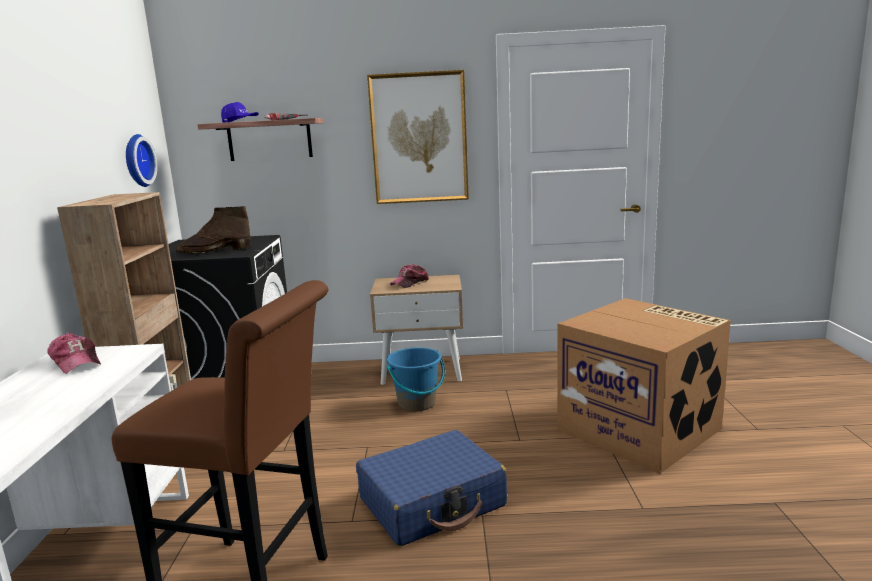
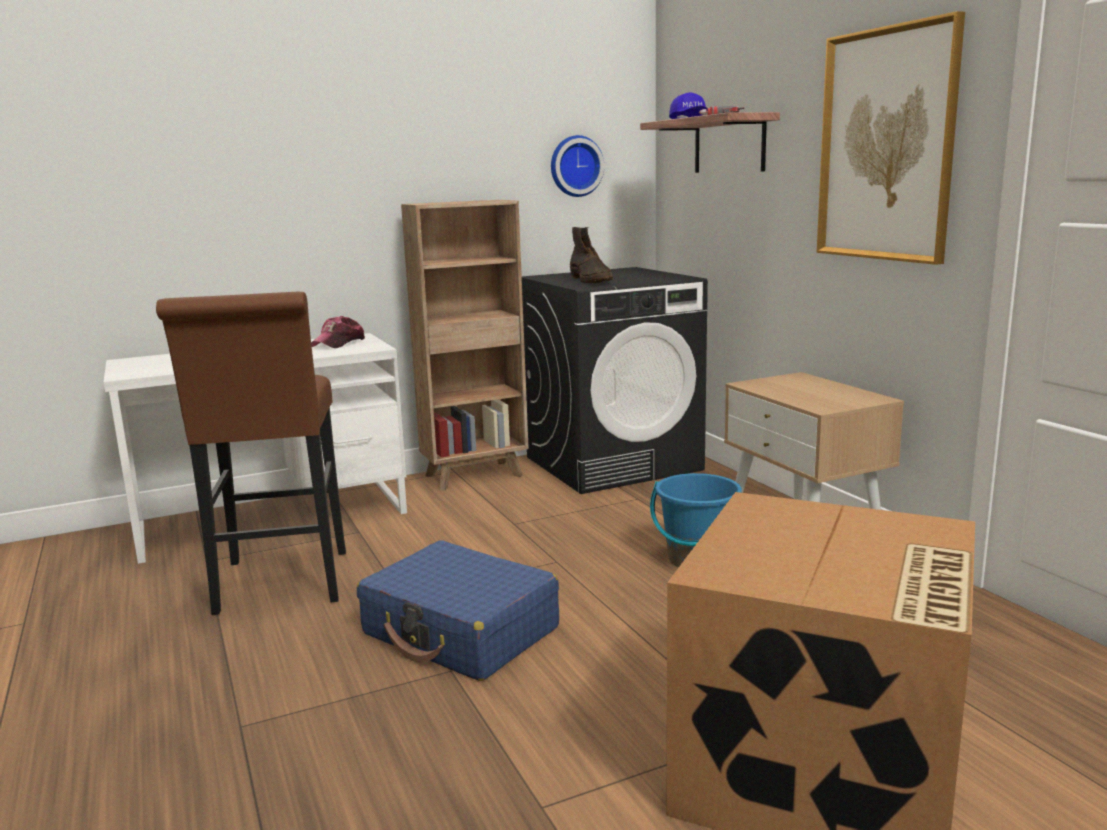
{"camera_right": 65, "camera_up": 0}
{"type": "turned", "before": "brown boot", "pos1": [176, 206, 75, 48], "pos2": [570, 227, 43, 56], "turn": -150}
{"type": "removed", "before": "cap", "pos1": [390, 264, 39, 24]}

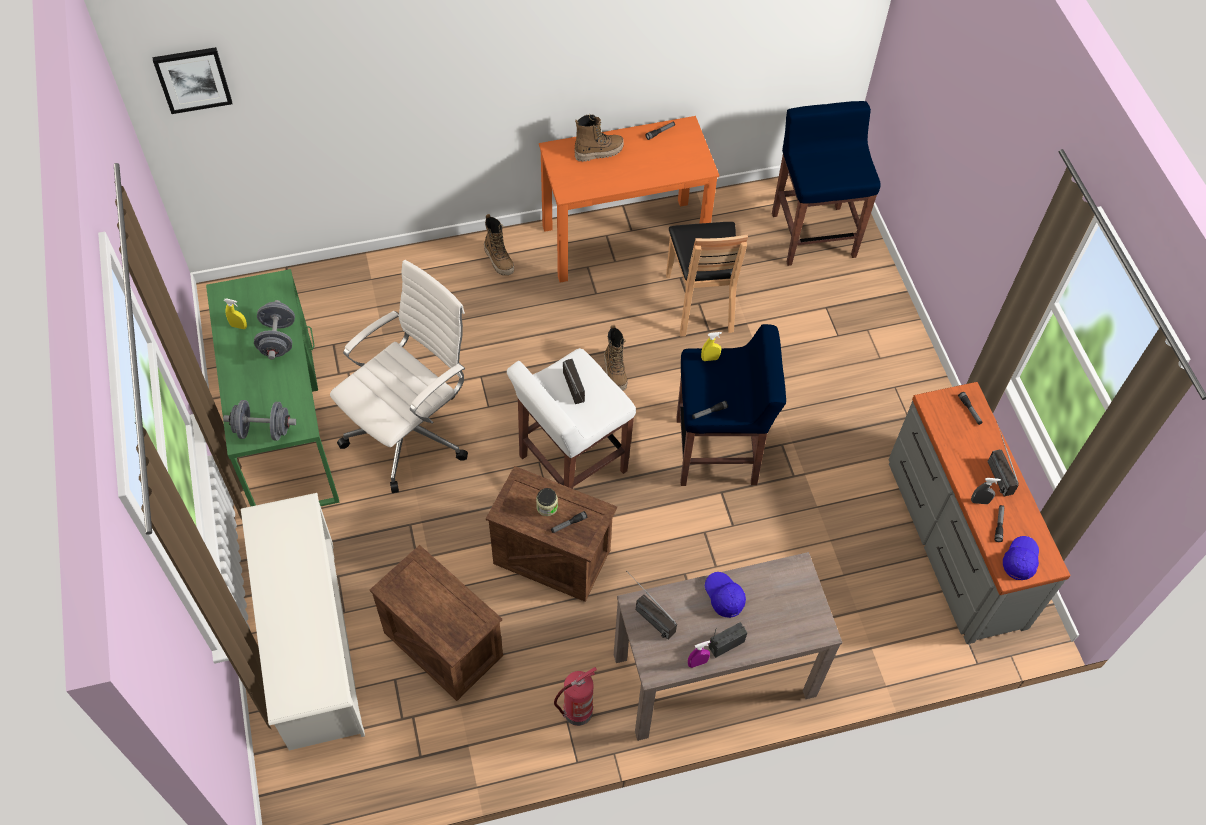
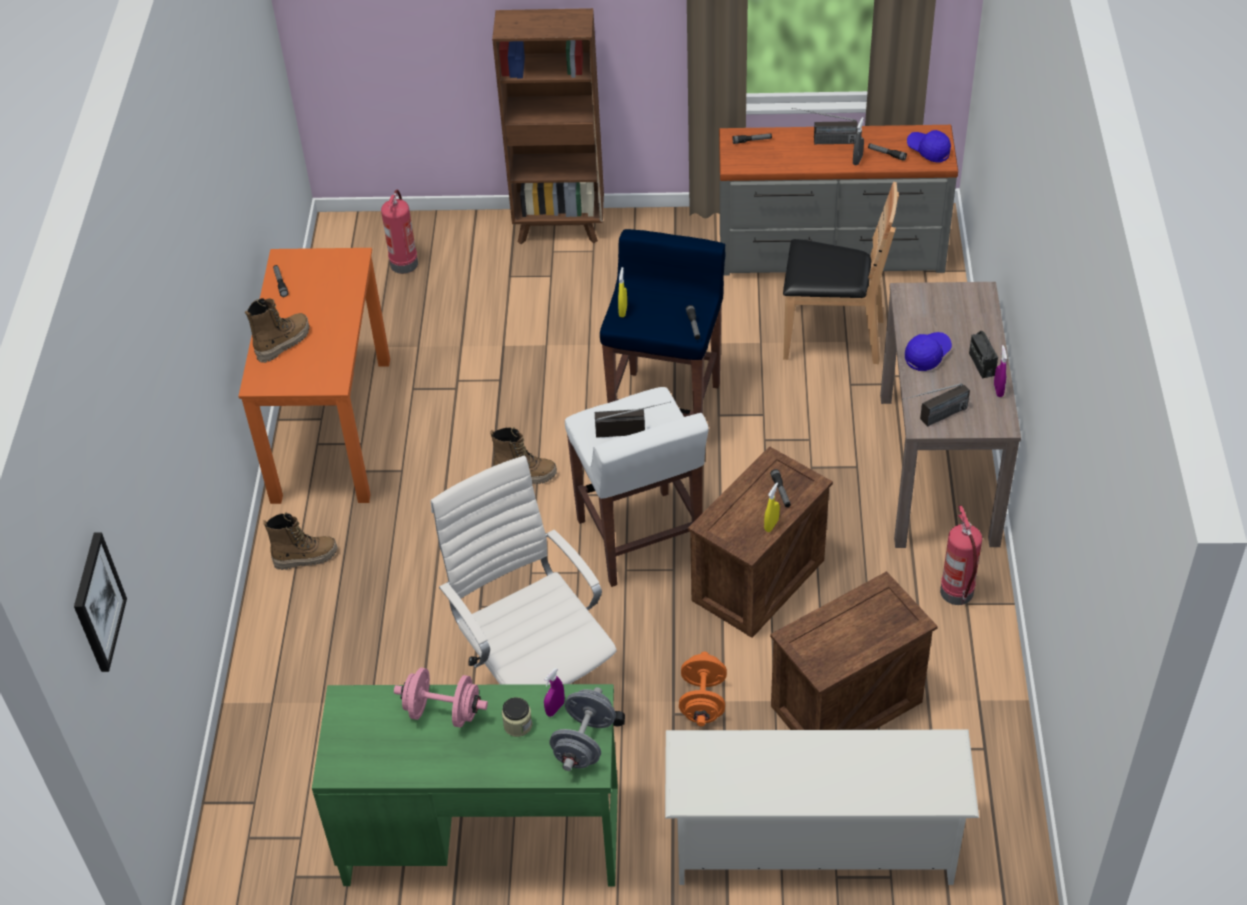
{"camera_right": -70, "camera_up": -10}
{"type": "turned", "before": "boot", "pos1": [575, 114, 49, 48], "pos2": [245, 298, 64, 65], "turn": 45}
{"type": "replaced", "before": "blue stool", "after": "fire extinguisher", "pos1": [772, 101, 109, 165], "pos2": [381, 190, 37, 84]}
{"type": "recoloured", "before": "grey dumbbell", "after": "pink dumbbell", "pos1": [254, 300, 41, 60], "pos2": [394, 668, 94, 60]}
{"type": "added", "after": "brown bookcase", "pos2": [492, 8, 112, 236]}
{"type": "moved", "before": "jar", "pos1": [536, 488, 22, 28], "pos2": [502, 697, 30, 40]}
{"type": "added", "after": "purple spray bottle", "pos2": [544, 668, 21, 49]}
{"type": "added", "after": "orange dumbbell", "pos2": [679, 652, 48, 74]}
{"type": "moved", "before": "yellow spray bottle", "pos1": [224, 298, 23, 31], "pos2": [764, 483, 16, 49]}
{"type": "moved", "before": "brown chair", "pos1": [666, 222, 82, 115], "pos2": [783, 181, 116, 183]}
{"type": "turned", "before": "blue cap", "pos1": [705, 572, 41, 46], "pos2": [905, 332, 47, 39], "turn": 150}

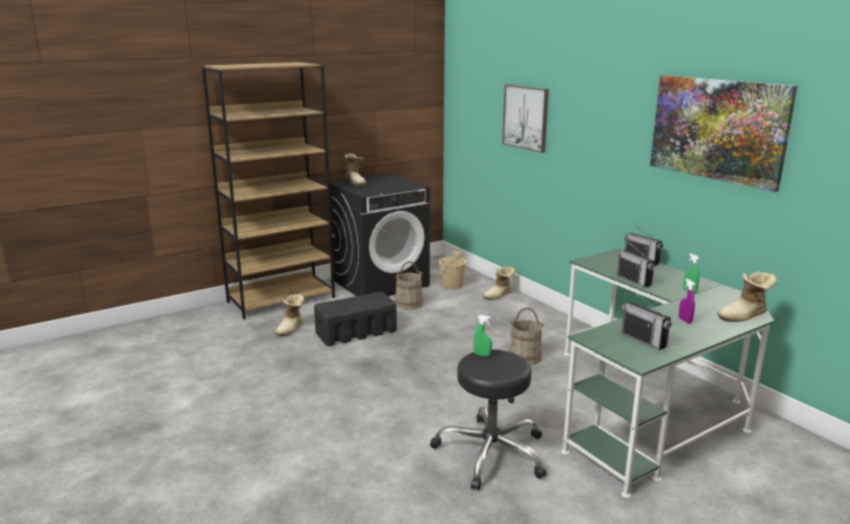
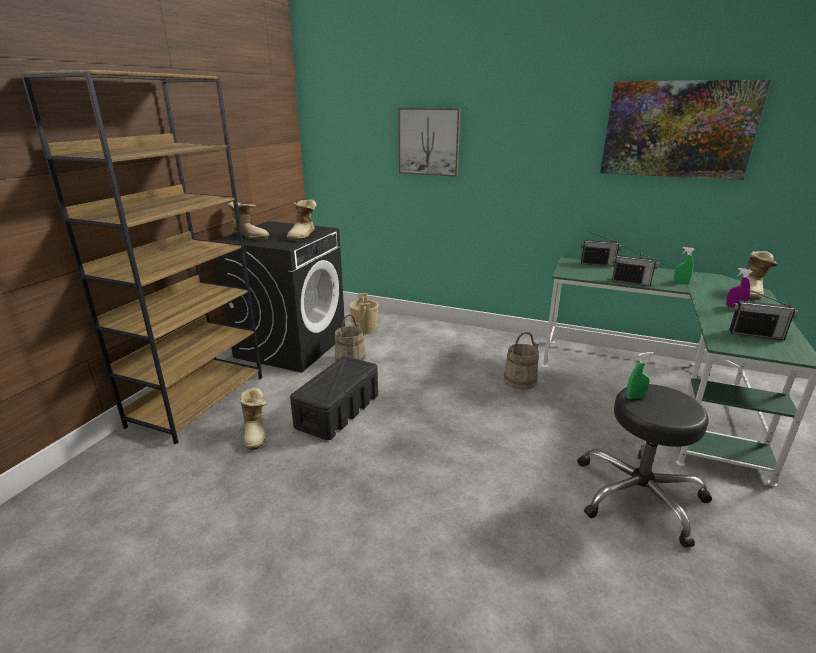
{"camera_right": -35, "camera_up": 5}
{"type": "moved", "before": "boot", "pos1": [482, 266, 33, 34], "pos2": [287, 199, 29, 42]}

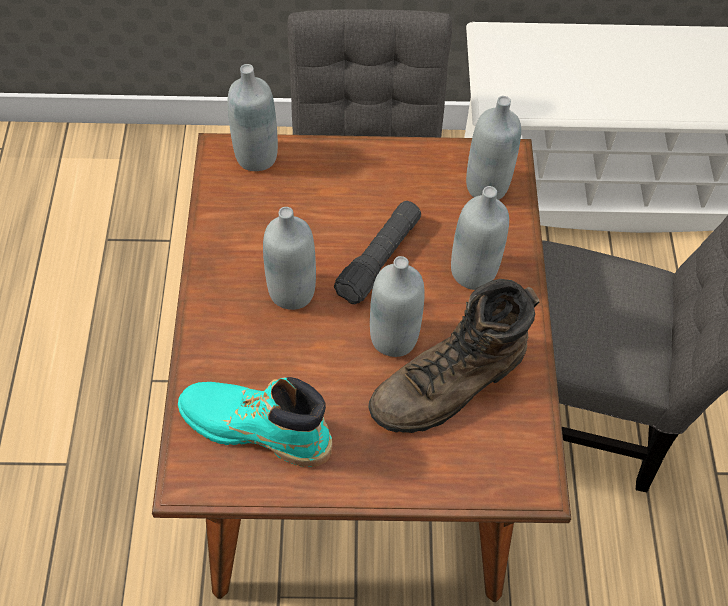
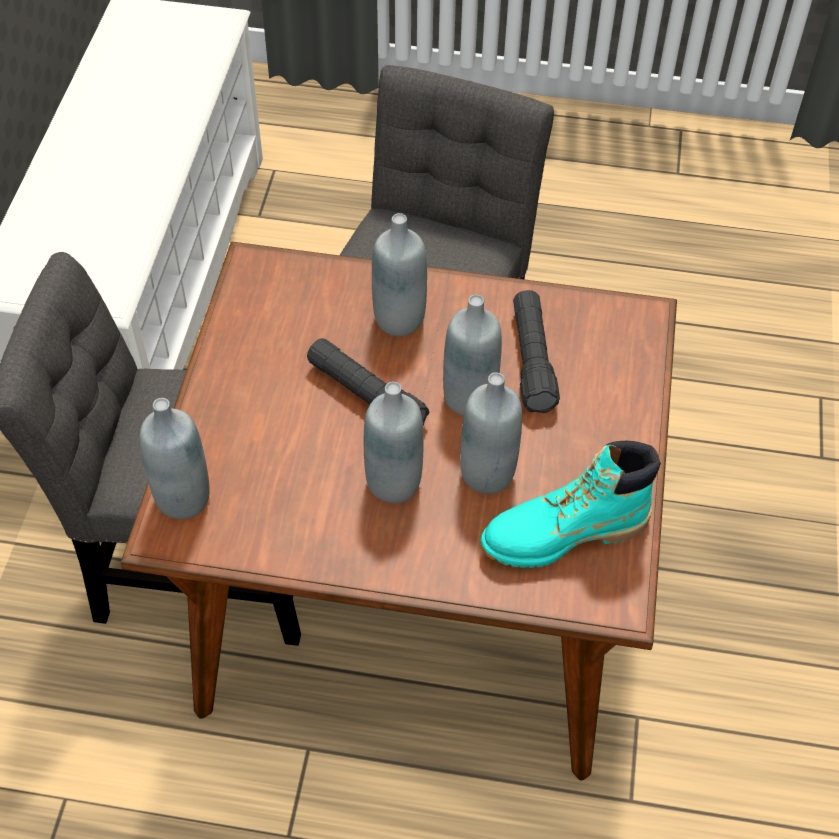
{"camera_right": -80, "camera_up": -5}
{"type": "moved", "before": "grey bottle", "pos1": [466, 96, 55, 104], "pos2": [460, 372, 62, 122]}
{"type": "turned", "before": "turquoise boot", "pos1": [178, 377, 154, 90], "pos2": [480, 441, 181, 127], "turn": 45}
{"type": "replaced", "before": "brown boot", "after": "black flashlight", "pos1": [368, 279, 172, 154], "pos2": [513, 290, 47, 123]}

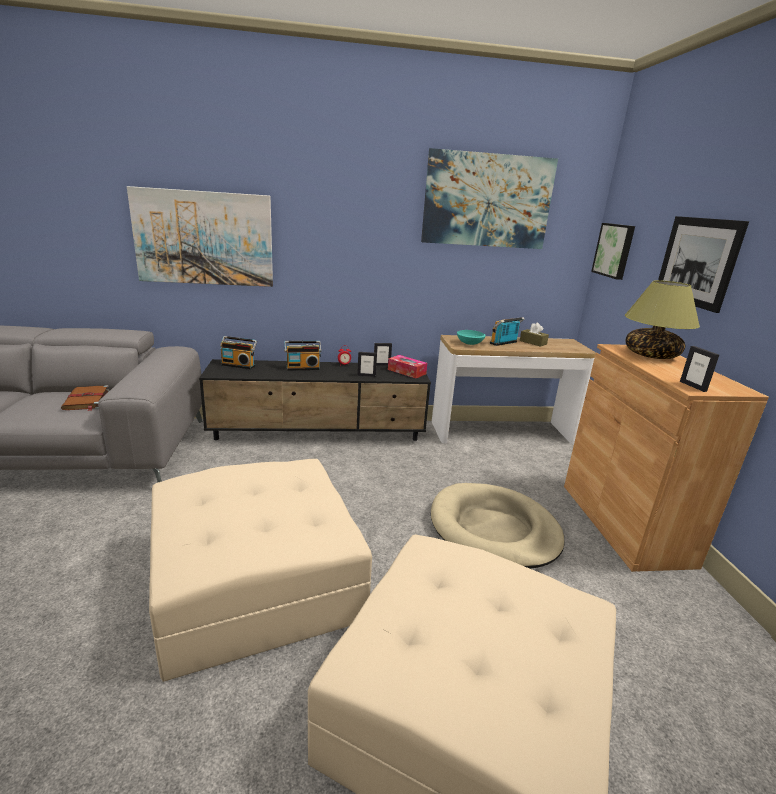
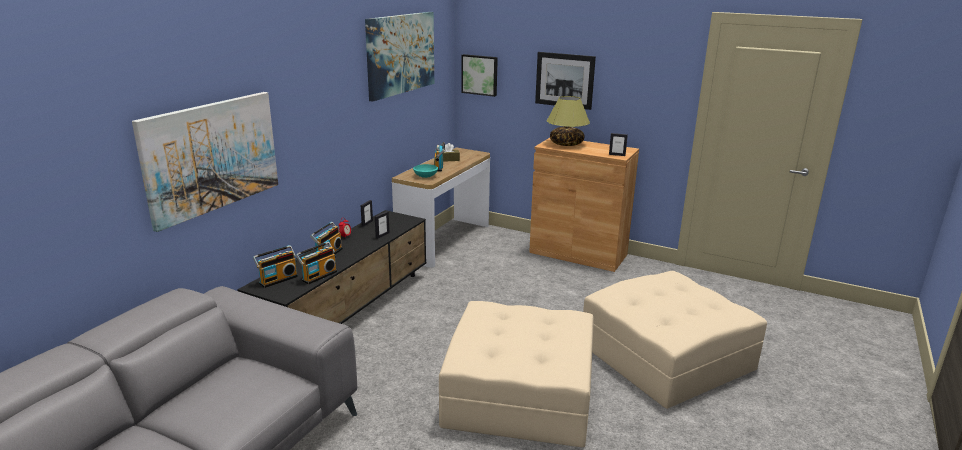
{"camera_right": -55, "camera_up": 0}
{"type": "added", "after": "radio", "pos2": [296, 242, 41, 43]}
{"type": "removed", "before": "brown book", "pos1": [61, 385, 48, 26]}
{"type": "removed", "before": "tissue box", "pos1": [388, 355, 39, 23]}
{"type": "removed", "before": "beige dog bed", "pos1": [431, 483, 134, 85]}

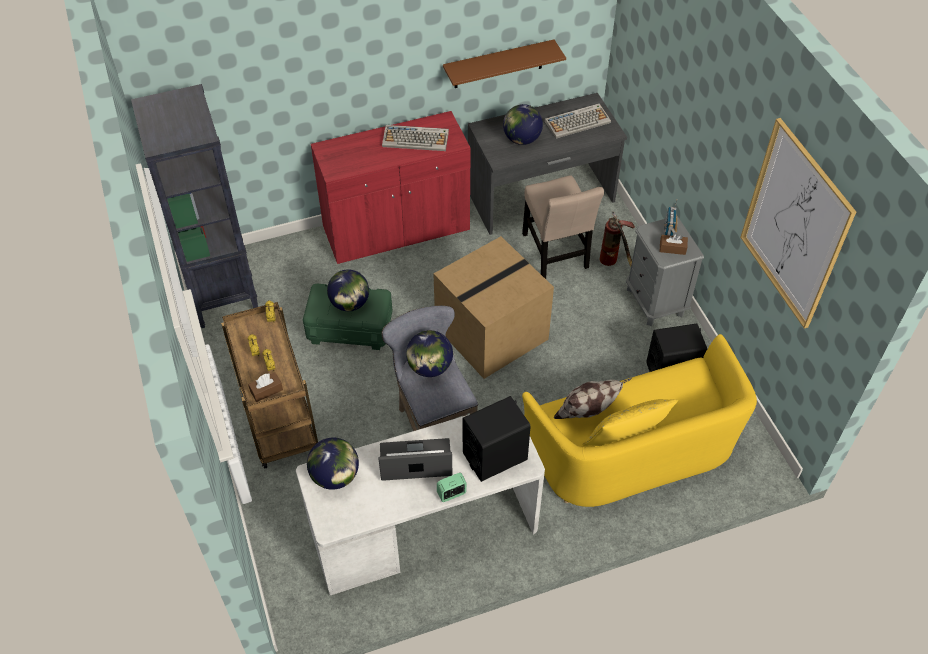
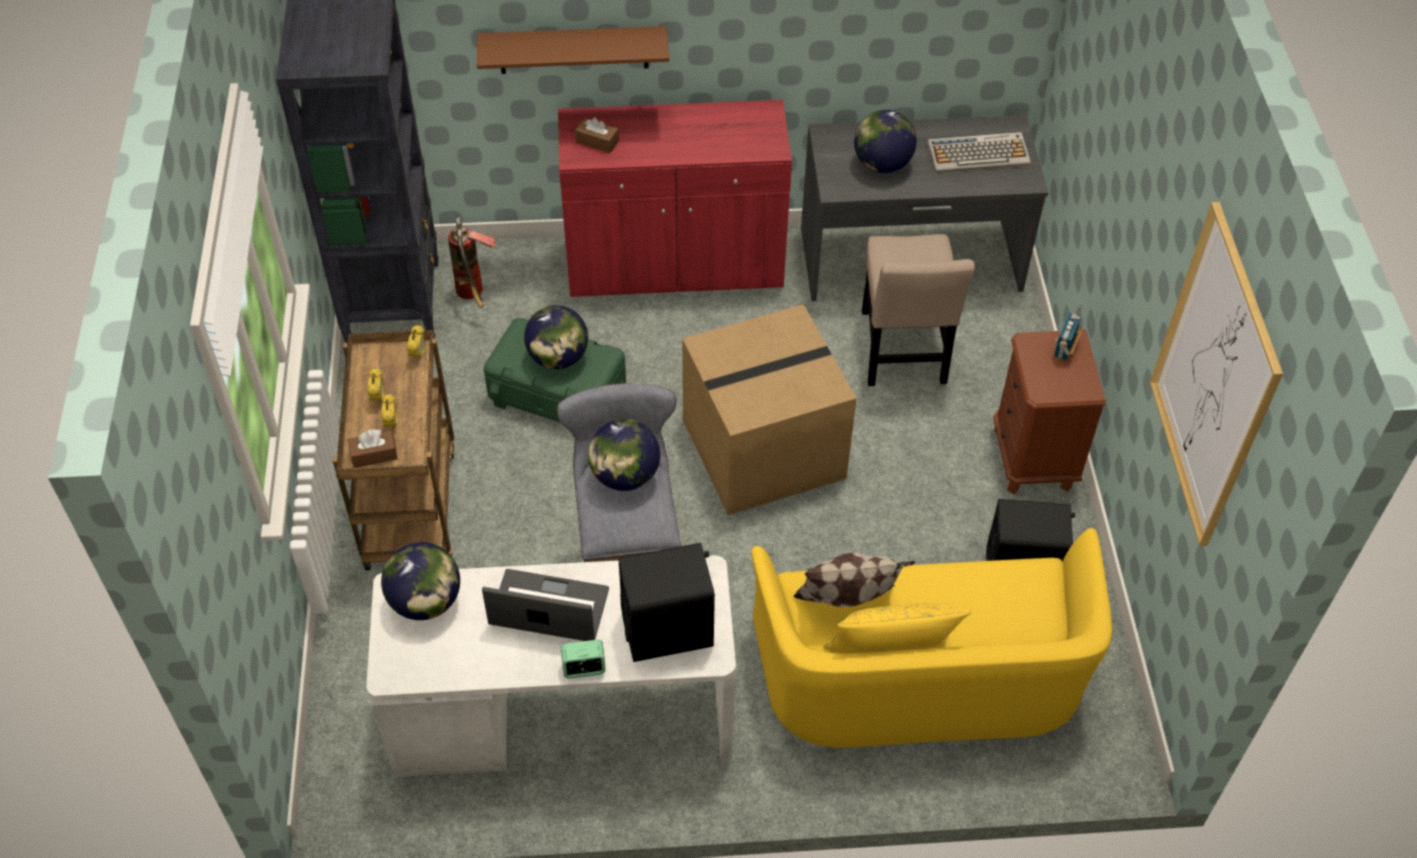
{"camera_right": 15, "camera_up": 0}
{"type": "moved", "before": "fire extinguisher", "pos1": [600, 212, 35, 55], "pos2": [448, 215, 48, 94]}
{"type": "moved", "before": "brown shelf", "pos1": [443, 40, 123, 48], "pos2": [477, 26, 192, 48]}
{"type": "moved", "before": "brown tissue box", "pos1": [660, 234, 28, 21], "pos2": [575, 118, 44, 35]}
{"type": "recoloured", "before": "grey nightstand", "after": "brown nightstand", "pos1": [626, 216, 78, 110], "pos2": [993, 330, 113, 164]}
{"type": "removed", "before": "keyboard", "pos1": [382, 125, 67, 26]}

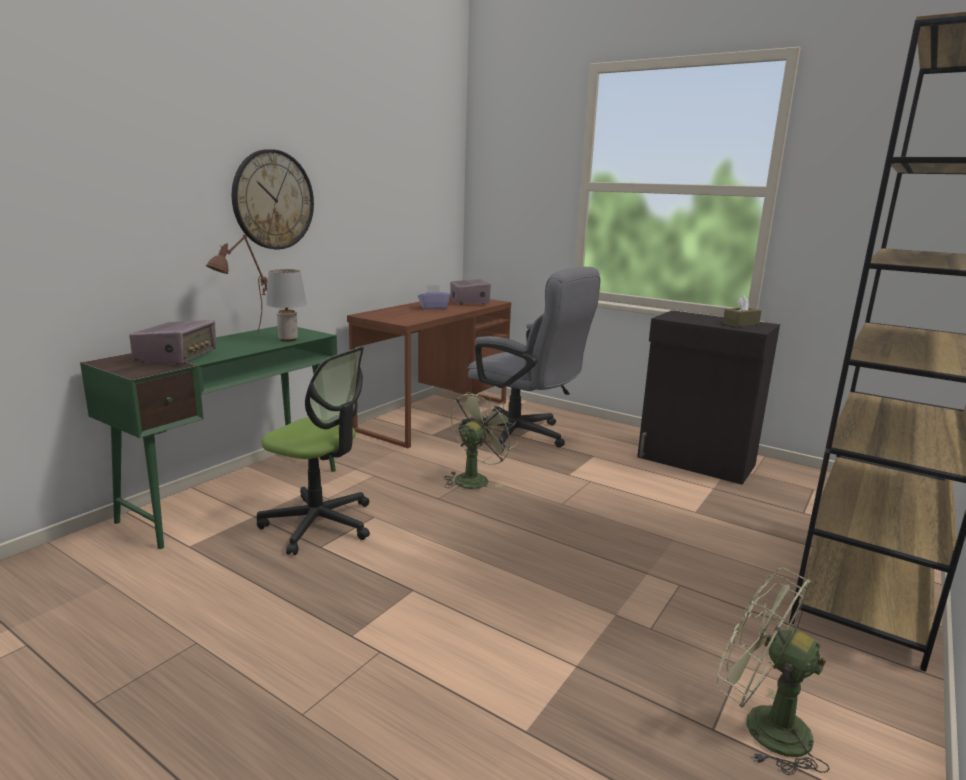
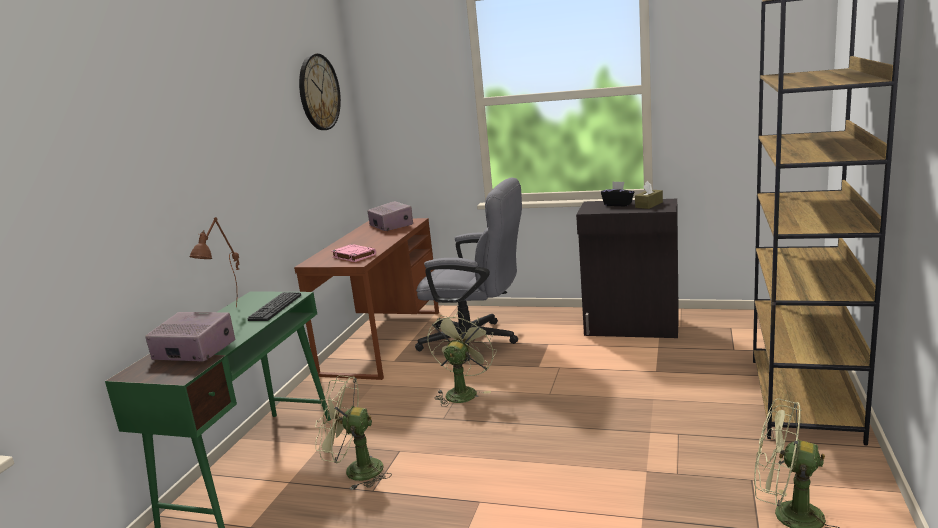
{"camera_right": -15, "camera_up": 0}
{"type": "turned", "before": "radio", "pos1": [129, 320, 87, 44], "pos2": [145, 312, 90, 49], "turn": -60}
{"type": "replaced", "before": "grey table lamp", "after": "keyboard", "pos1": [266, 269, 41, 73], "pos2": [247, 292, 54, 29]}
{"type": "moved", "before": "wall clock", "pos1": [232, 149, 82, 100], "pos2": [299, 54, 42, 76]}
{"type": "replaced", "before": "office chair", "after": "green fan", "pos1": [257, 347, 113, 208], "pos2": [315, 375, 77, 115]}
{"type": "added", "after": "pink book", "pos2": [331, 244, 45, 18]}
{"type": "added", "after": "black tissue box", "pos2": [601, 182, 33, 24]}
{"type": "removed", "before": "purple tissue box", "pos1": [418, 285, 32, 24]}

